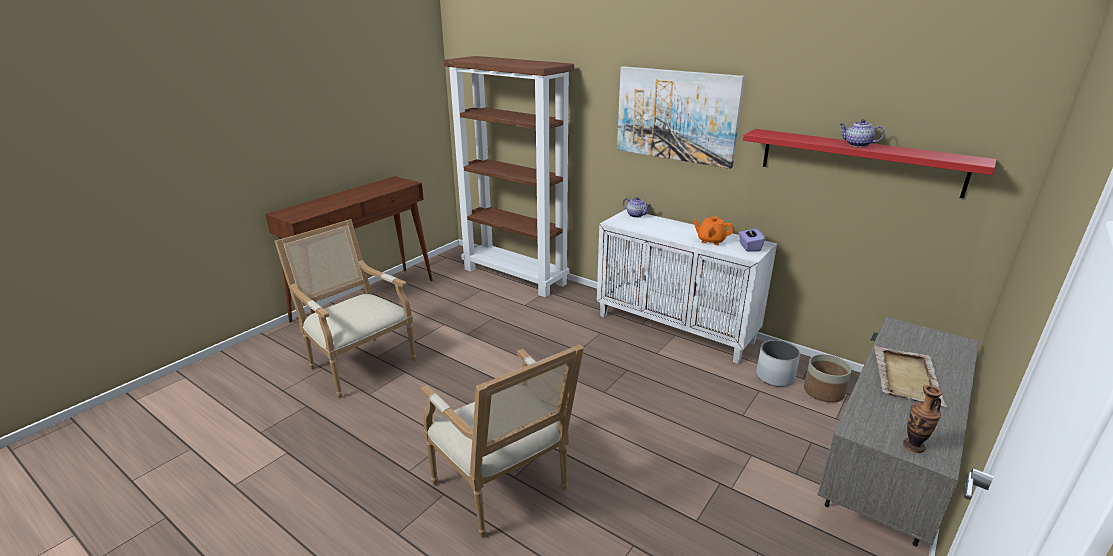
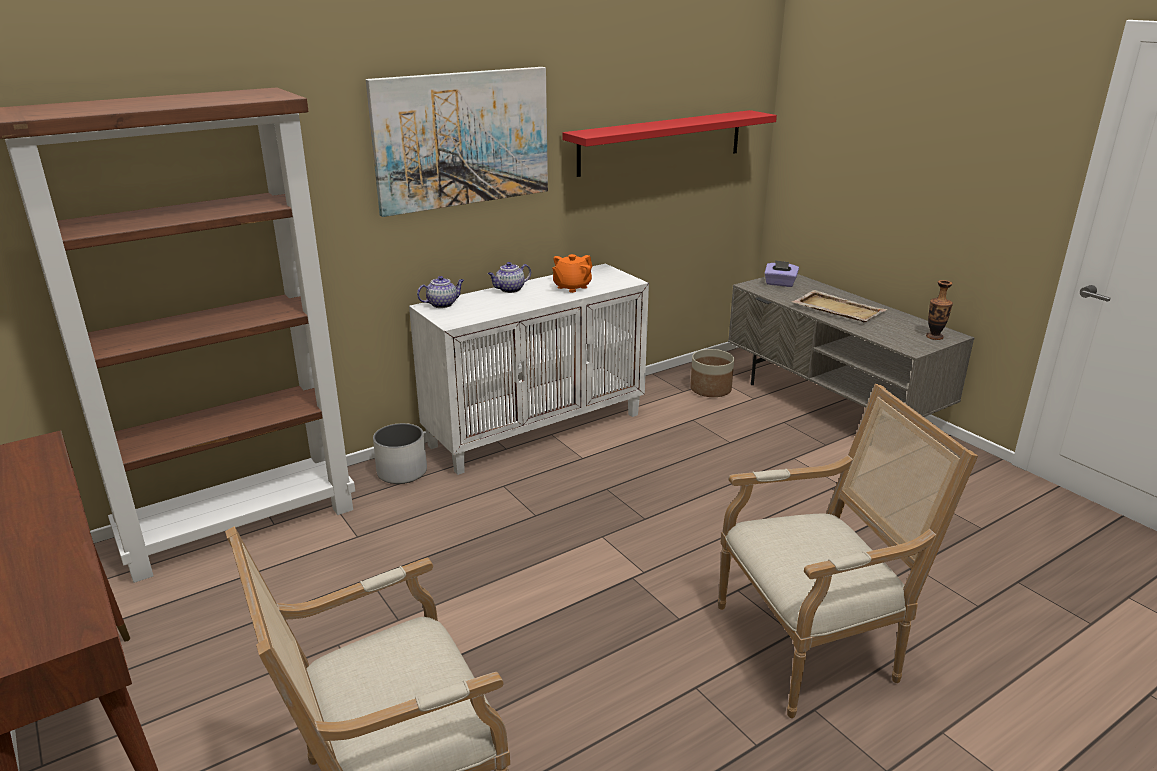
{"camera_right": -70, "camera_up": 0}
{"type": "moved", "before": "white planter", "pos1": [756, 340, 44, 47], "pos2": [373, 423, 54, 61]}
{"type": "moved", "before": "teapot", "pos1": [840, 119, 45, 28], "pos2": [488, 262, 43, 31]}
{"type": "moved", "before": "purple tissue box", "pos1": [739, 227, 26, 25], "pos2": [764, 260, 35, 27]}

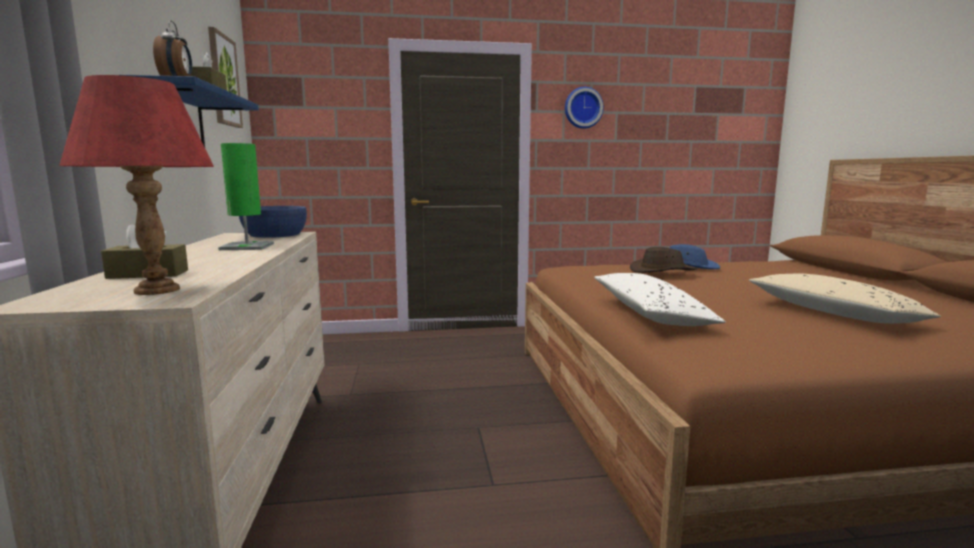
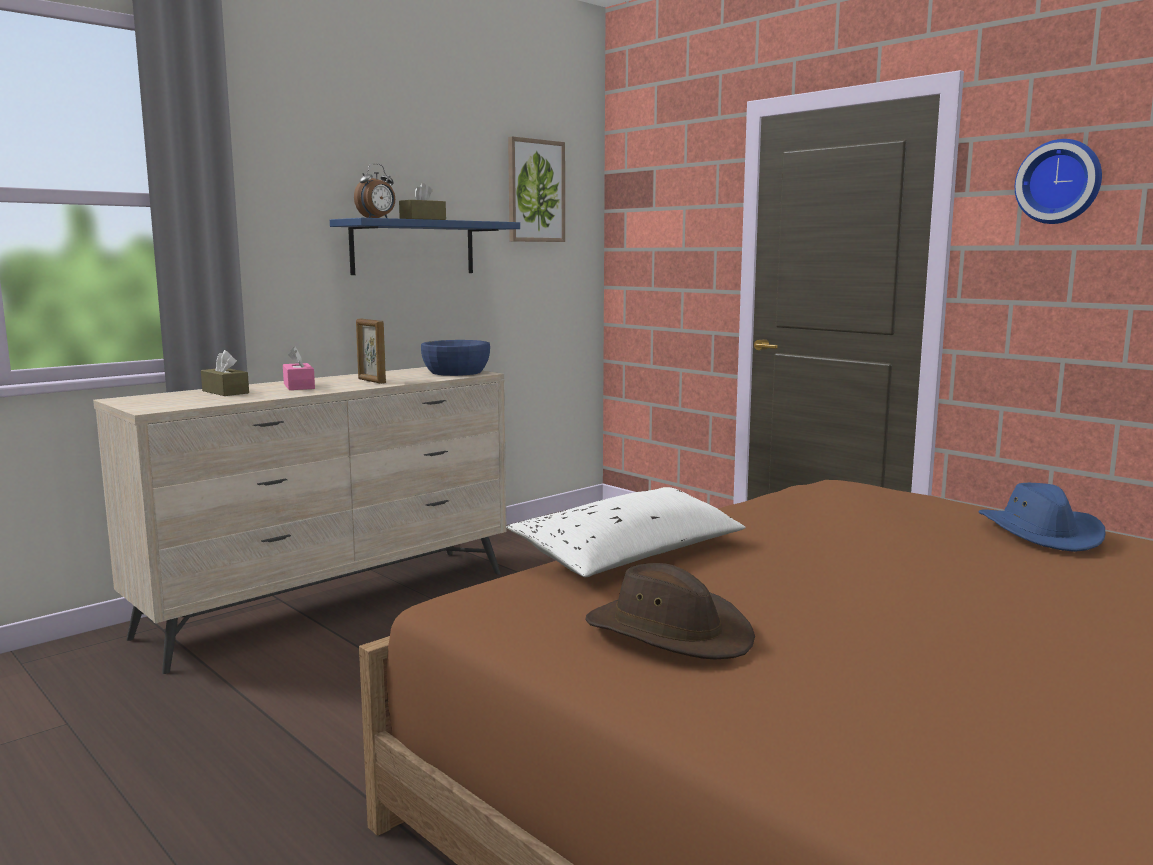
{"camera_right": 55, "camera_up": 0}
{"type": "added", "after": "pink tissue box", "pos2": [283, 346, 32, 44]}
{"type": "replaced", "before": "green table lamp", "after": "picture frame", "pos1": [218, 143, 56, 107], "pos2": [356, 319, 30, 65]}
{"type": "moved", "before": "brown hat", "pos1": [630, 247, 68, 26], "pos2": [586, 563, 169, 97]}
{"type": "removed", "before": "red table lamp", "pos1": [59, 75, 155, 220]}
{"type": "removed", "before": "beige pillow", "pos1": [749, 274, 192, 49]}

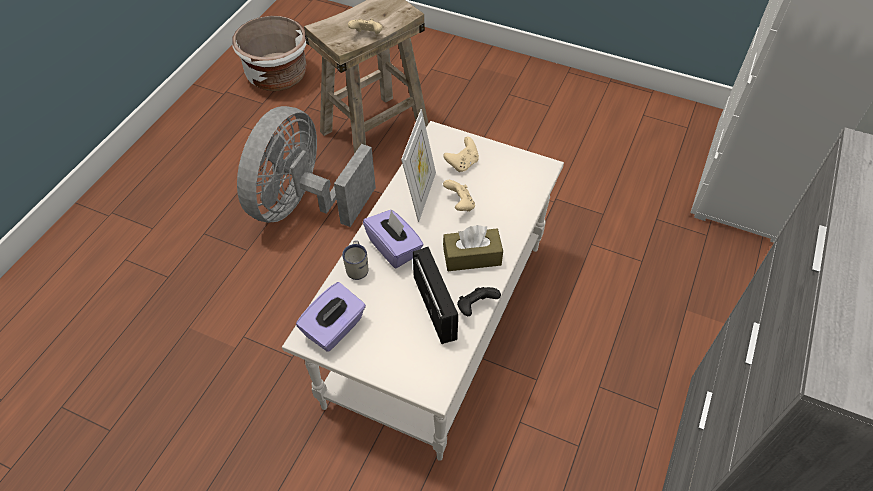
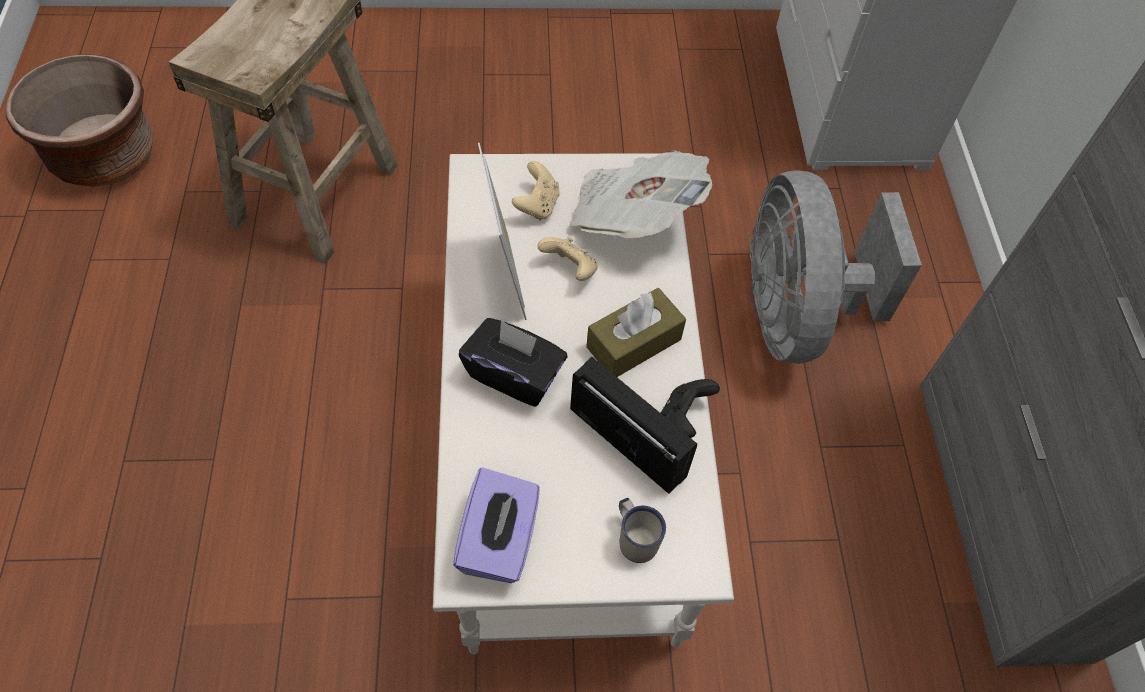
{"camera_right": -30, "camera_up": 5}
{"type": "recoloured", "before": "white planter", "after": "brown planter", "pos1": [232, 16, 75, 75], "pos2": [6, 54, 147, 133]}
{"type": "recoloured", "before": "purple tissue box", "after": "black tissue box", "pos1": [363, 210, 61, 58], "pos2": [459, 318, 108, 89]}
{"type": "added", "after": "newspaper", "pos2": [569, 151, 143, 87]}
{"type": "moved", "before": "white mug", "pos1": [342, 241, 26, 39], "pos2": [619, 498, 47, 65]}
{"type": "moved", "before": "grey fan", "pos1": [237, 106, 139, 121], "pos2": [750, 170, 172, 194]}
{"type": "removed", "before": "beige game controller", "pos1": [348, 19, 34, 15]}

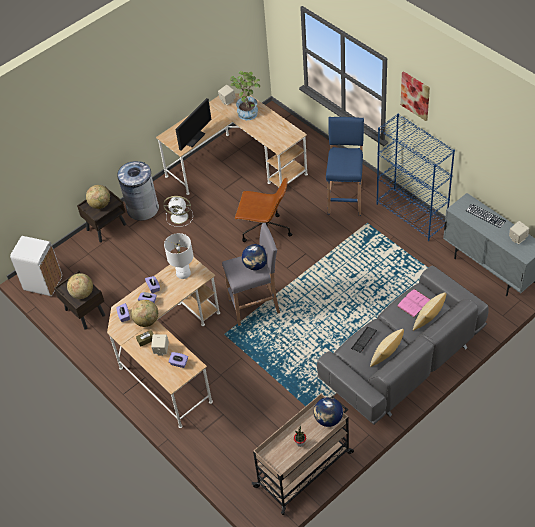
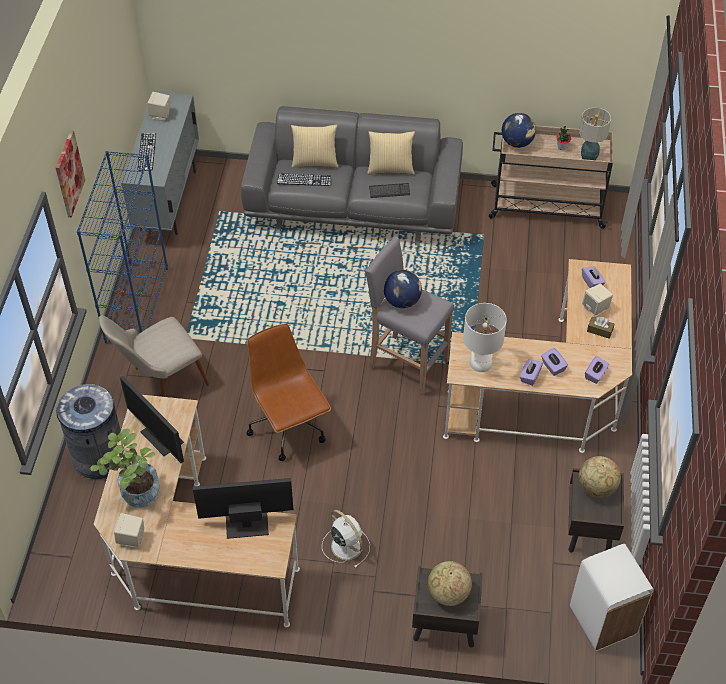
{"camera_right": -135, "camera_up": 0}
{"type": "moved", "before": "grey trash can", "pos1": [117, 161, 42, 60], "pos2": [55, 384, 66, 95]}
{"type": "replaced", "before": "blue stool", "after": "beige chair", "pos1": [326, 117, 38, 99], "pos2": [99, 315, 110, 82]}
{"type": "added", "after": "monitor", "pos2": [120, 376, 64, 87]}
{"type": "replaced", "before": "pink book", "after": "keyboard", "pos1": [397, 289, 34, 28], "pos2": [277, 174, 54, 12]}
{"type": "added", "after": "table lamp", "pos2": [579, 107, 32, 53]}
{"type": "removed", "before": "globe", "pos1": [131, 300, 27, 27]}

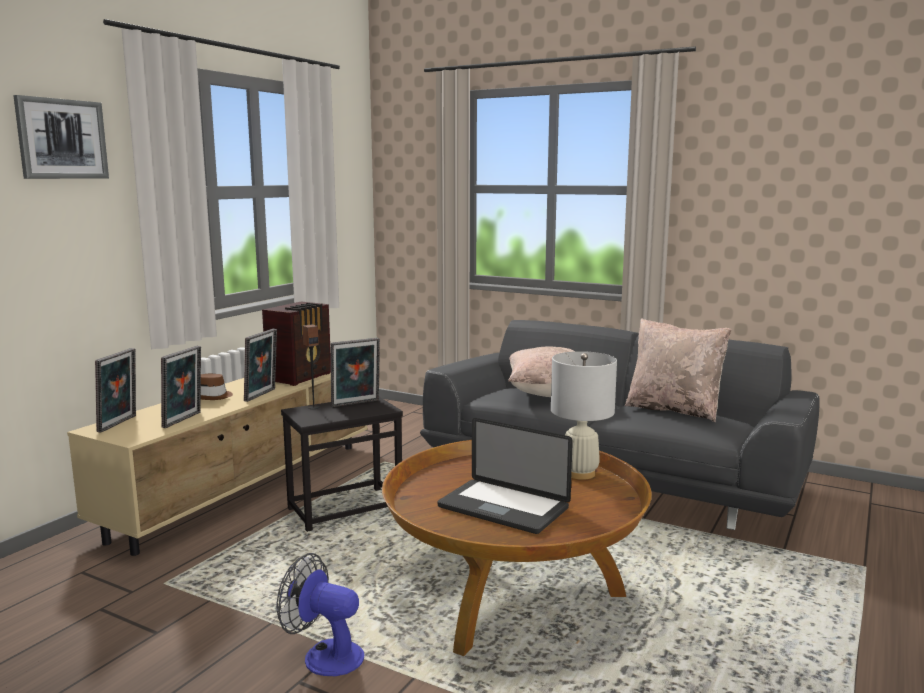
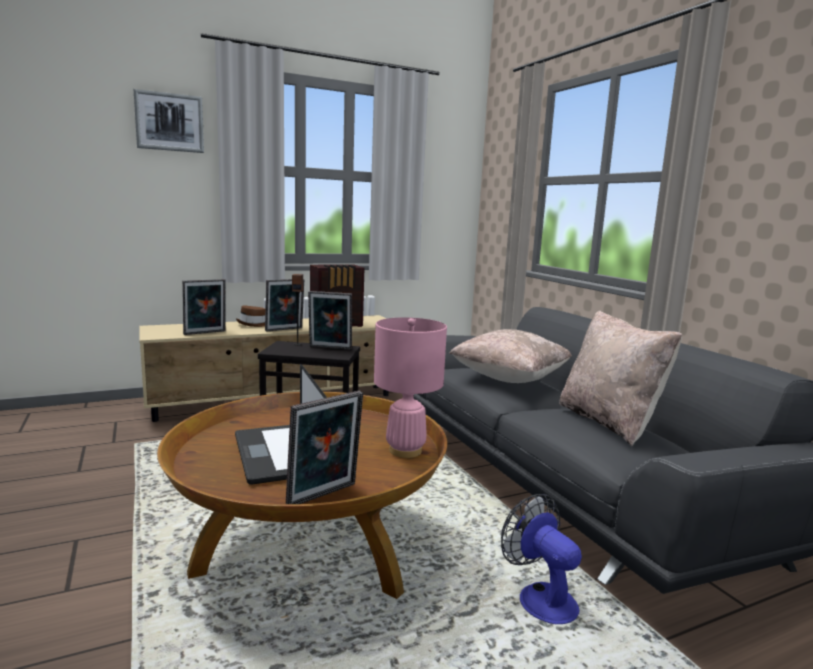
{"camera_right": 35, "camera_up": 0}
{"type": "moved", "before": "picture frame", "pos1": [95, 348, 41, 85], "pos2": [286, 391, 77, 113]}
{"type": "recoloured", "before": "white table lamp", "after": "pink table lamp", "pos1": [551, 351, 66, 129], "pos2": [374, 317, 73, 141]}
{"type": "moved", "before": "fan", "pos1": [276, 553, 88, 123], "pos2": [501, 494, 81, 130]}

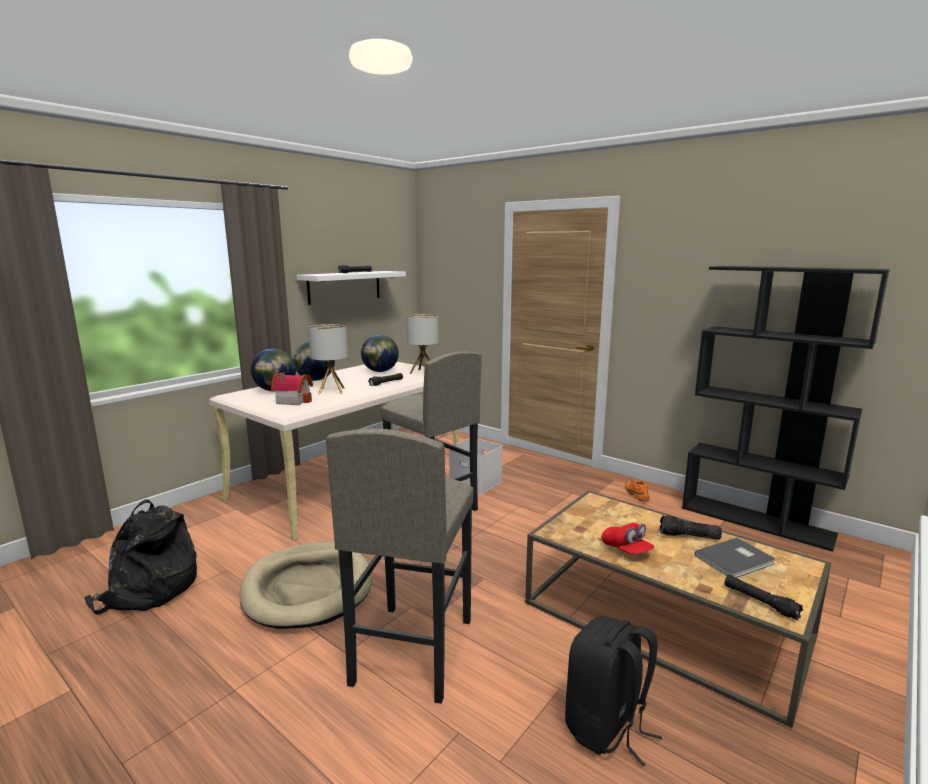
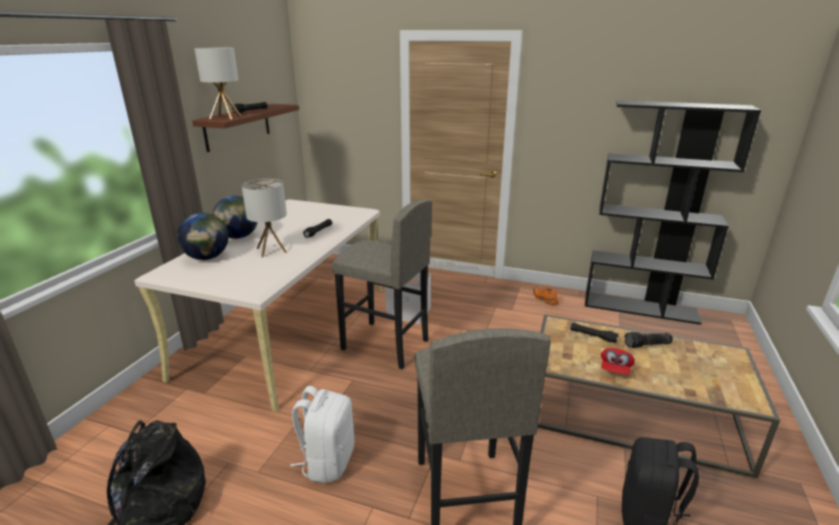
{"camera_right": -20, "camera_up": 10}
{"type": "recoloured", "before": "white shelf", "after": "brown shelf", "pos1": [297, 271, 109, 34], "pos2": [192, 104, 107, 48]}
{"type": "moved", "before": "table lamp", "pos1": [406, 314, 33, 60], "pos2": [194, 48, 47, 71]}
{"type": "replaced", "before": "beige dog bed", "after": "white backpack", "pos1": [239, 542, 133, 87], "pos2": [290, 386, 65, 97]}
{"type": "moved", "before": "black flashlight", "pos1": [724, 575, 79, 46], "pos2": [571, 323, 48, 20]}
{"type": "turned", "before": "red cap", "pos1": [602, 523, 52, 31], "pos2": [601, 348, 34, 27], "turn": 75}
{"type": "removed", "before": "toy house", "pos1": [271, 373, 42, 32]}
{"type": "removed", "before": "globe", "pos1": [361, 335, 38, 37]}
{"type": "removed", "before": "grey book", "pos1": [695, 538, 81, 40]}

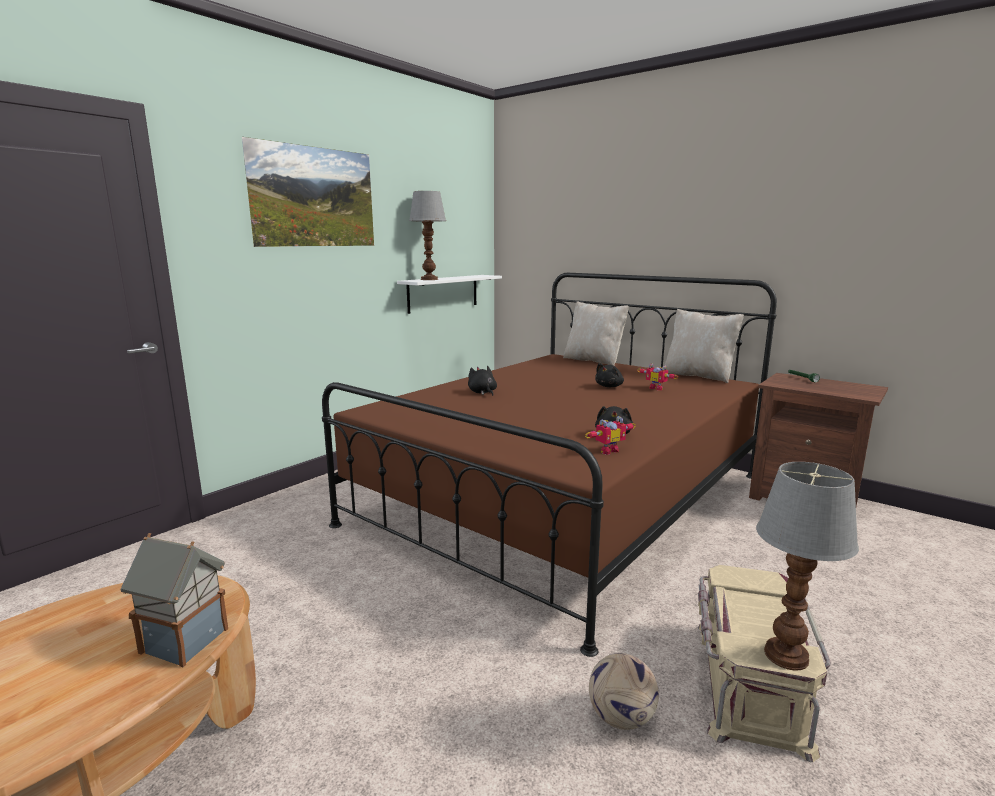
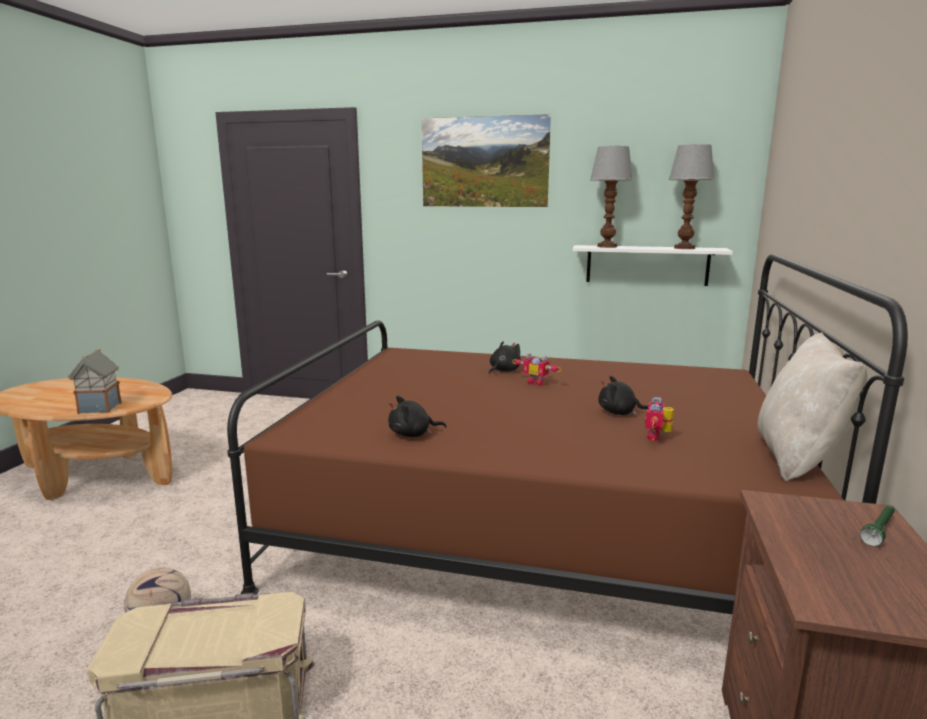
{"camera_right": 65, "camera_up": 0}
{"type": "moved", "before": "toy robot", "pos1": [585, 416, 51, 39], "pos2": [512, 353, 50, 33]}
{"type": "moved", "before": "table lamp", "pos1": [756, 462, 103, 208], "pos2": [669, 144, 46, 105]}
{"type": "removed", "before": "beige pillow", "pos1": [563, 301, 66, 65]}

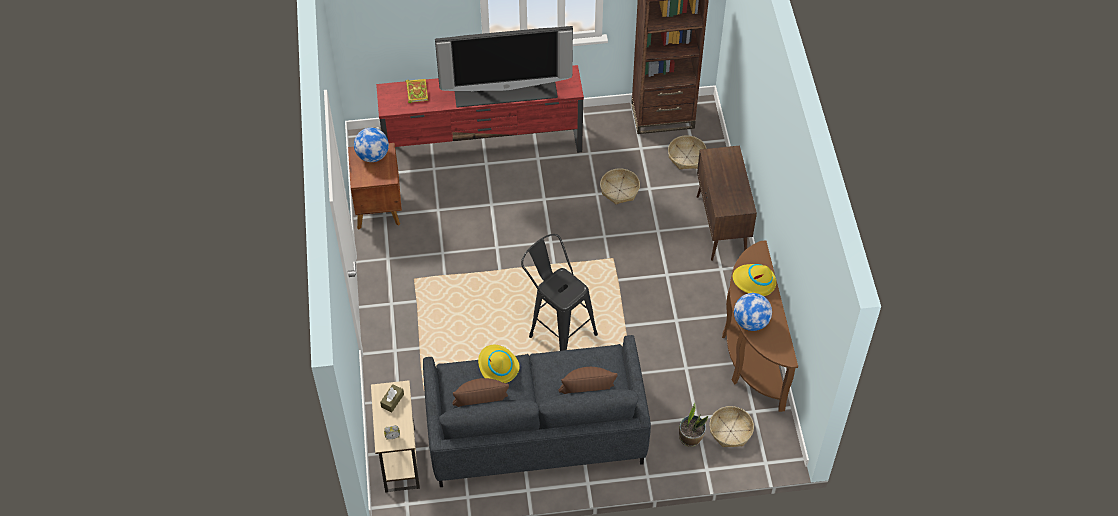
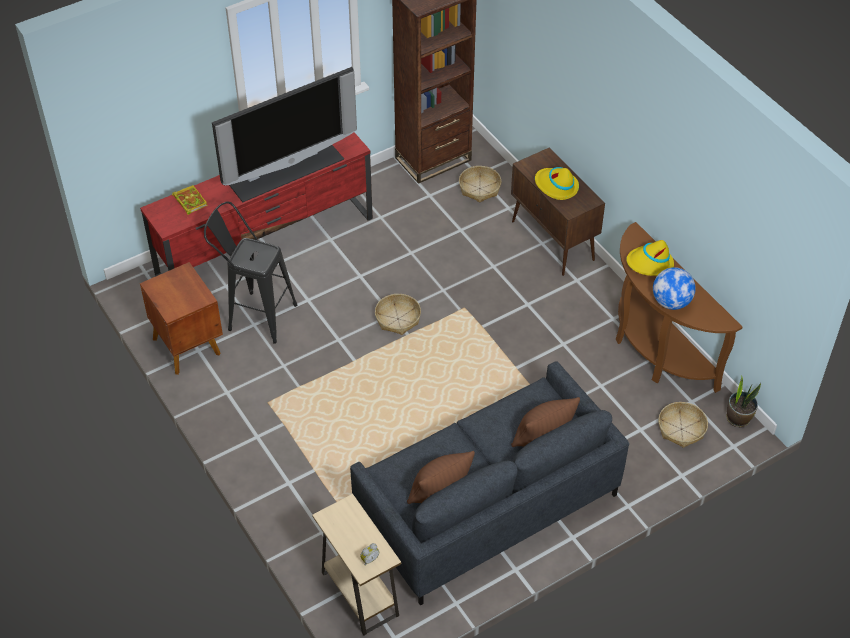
{"camera_right": -25, "camera_up": -5}
{"type": "moved", "before": "black stool", "pos1": [521, 234, 77, 117], "pos2": [204, 201, 93, 143]}
{"type": "moved", "before": "basket", "pos1": [600, 168, 40, 36], "pos2": [375, 294, 46, 41]}
{"type": "moved", "before": "yellow hat", "pos1": [478, 345, 42, 38], "pos2": [535, 167, 44, 33]}
{"type": "moved", "before": "potted plant", "pos1": [679, 403, 29, 44], "pos2": [726, 375, 35, 52]}
{"type": "removed", "before": "globe", "pos1": [354, 128, 35, 34]}
{"type": "removed", "before": "brown tissue box", "pos1": [380, 384, 24, 28]}

